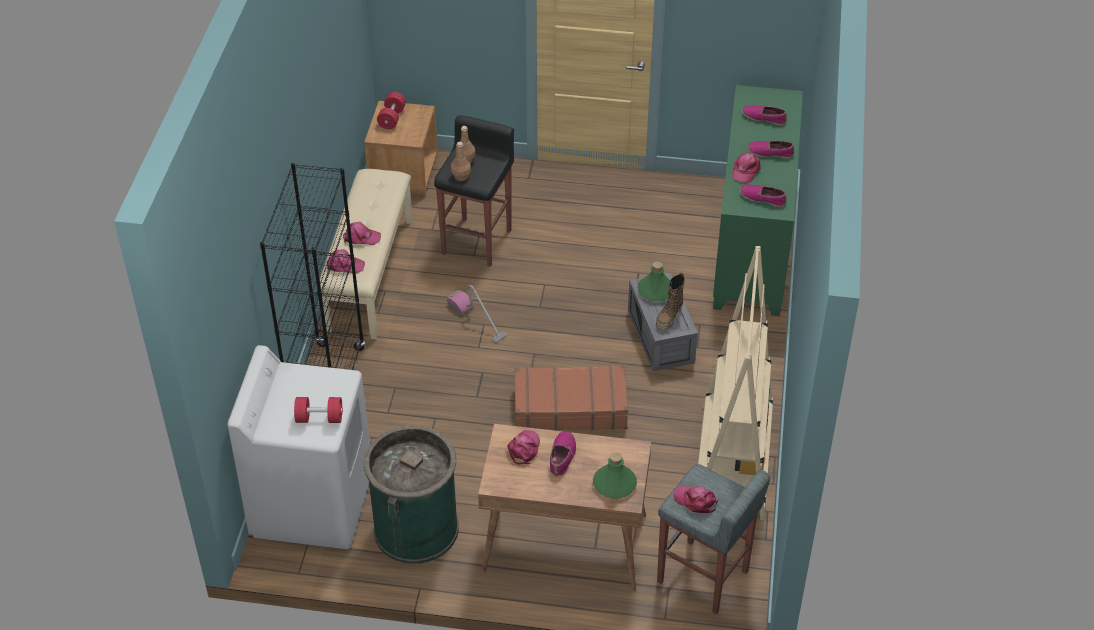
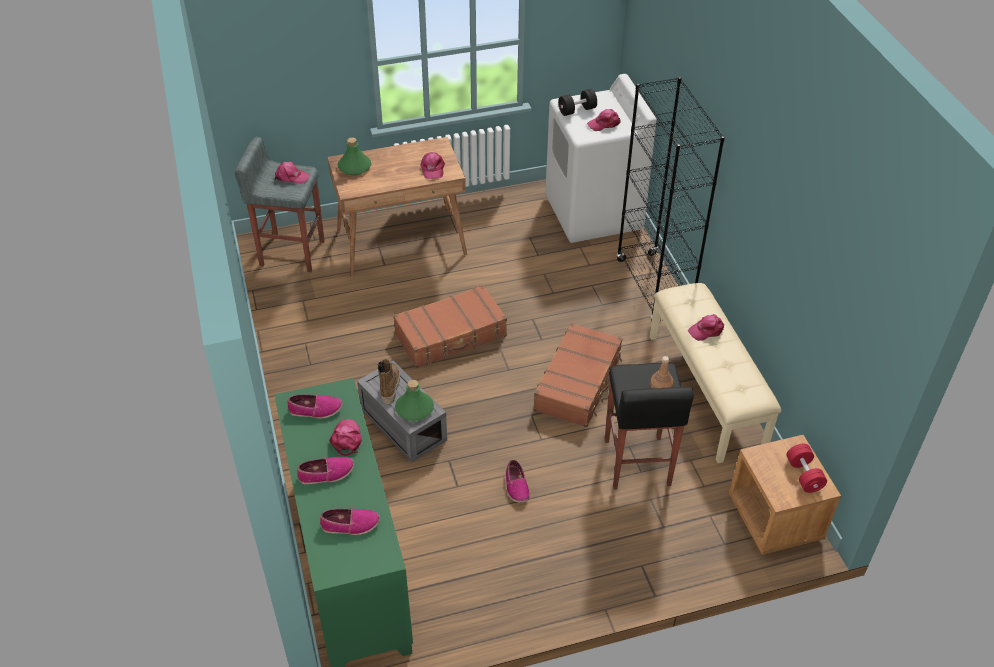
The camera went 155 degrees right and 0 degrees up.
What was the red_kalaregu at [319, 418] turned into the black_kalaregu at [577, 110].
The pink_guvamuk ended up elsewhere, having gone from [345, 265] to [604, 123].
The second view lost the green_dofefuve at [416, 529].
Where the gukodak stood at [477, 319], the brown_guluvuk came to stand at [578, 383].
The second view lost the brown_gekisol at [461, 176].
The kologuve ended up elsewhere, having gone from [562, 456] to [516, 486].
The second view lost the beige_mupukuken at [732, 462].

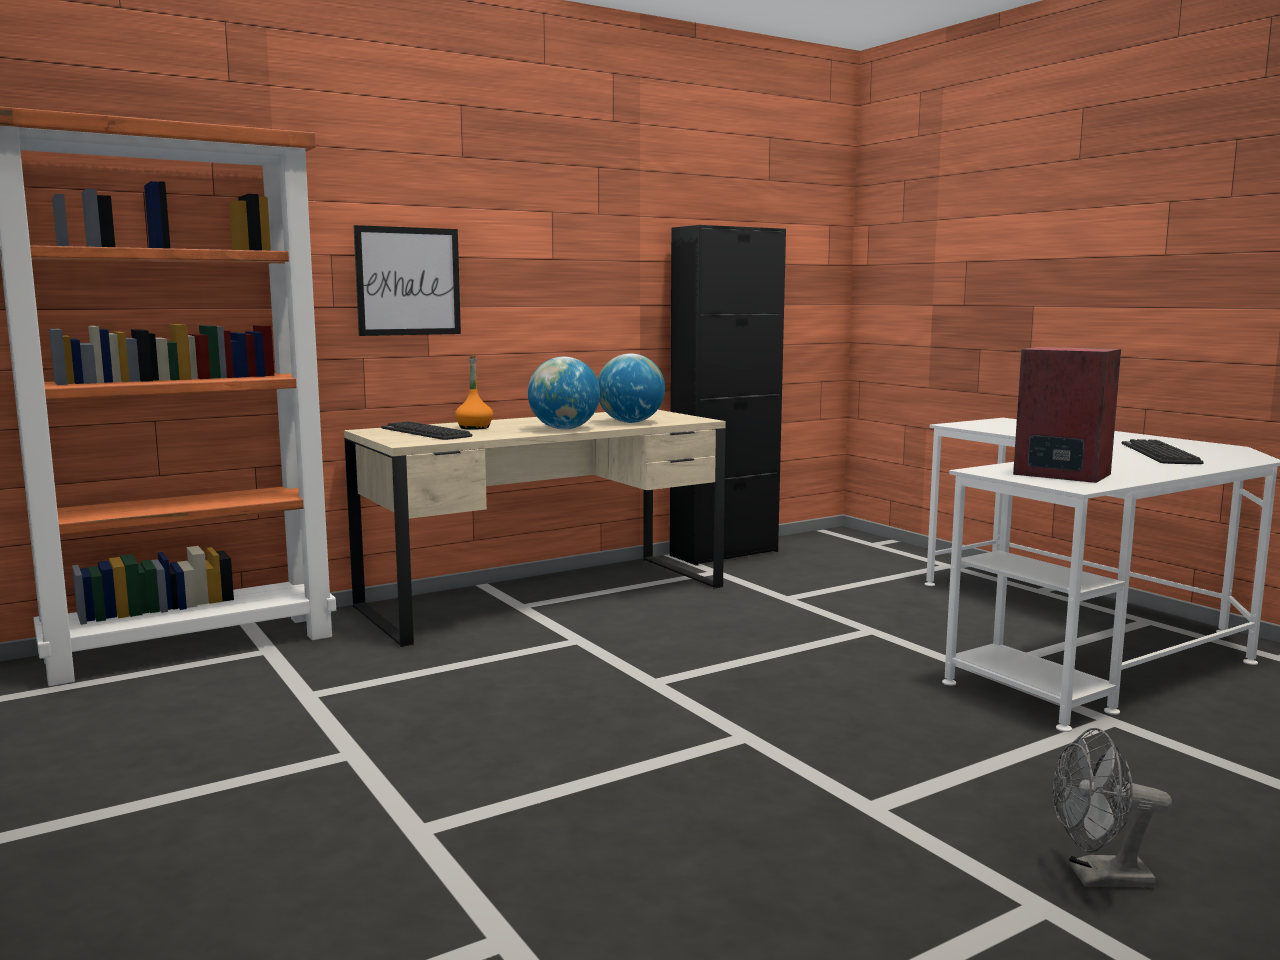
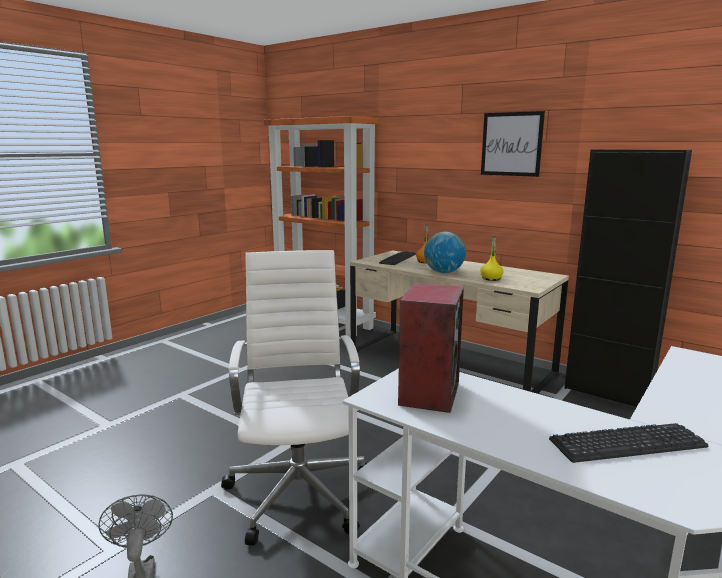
The camera went 70 degrees right and 5 degrees up.
The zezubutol ended up elsewhere, having gone from [408, 281] to [511, 144].
Where the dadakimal stood at [630, 422], the yellow_gekisol came to stand at [491, 278].
The second view gained the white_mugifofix at [299, 490].

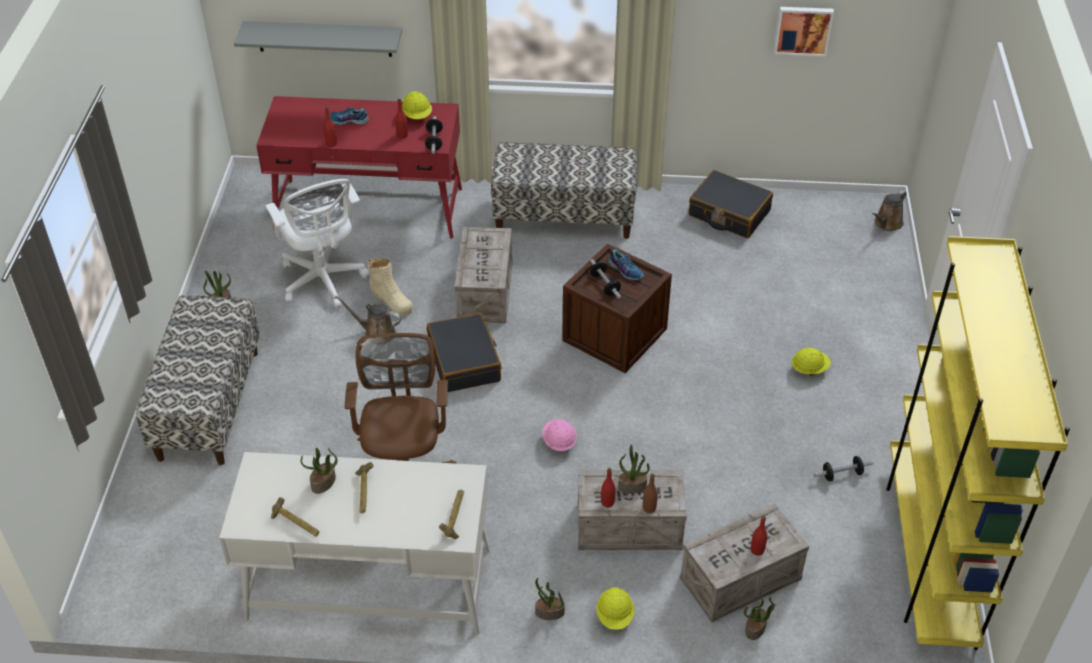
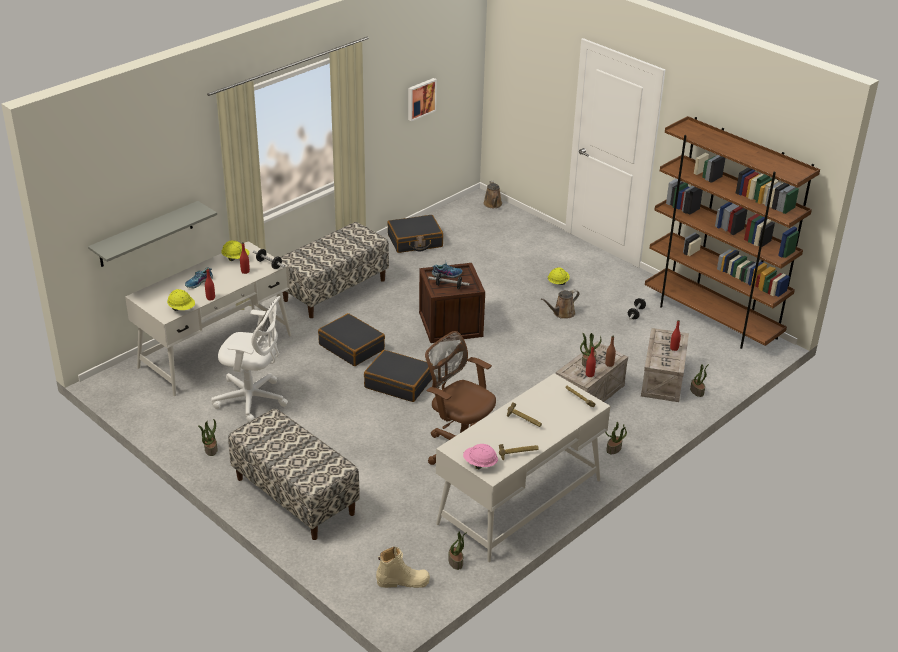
The camera went 50 degrees left and 10 degrees down.
What was the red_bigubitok at [369, 209] turned into the white_bigubitok at [216, 351].
The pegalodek ended up elsewhere, having gone from [323, 483] to [456, 562].
The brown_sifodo ended up elsewhere, having gone from [377, 333] to [562, 313].
The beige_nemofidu ended up elsewhere, having gone from [391, 300] to [403, 581].
Where the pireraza stood at [484, 290], the black_guluvuk came to stand at [352, 347].
The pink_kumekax ended up elsewhere, having gone from [559, 442] to [480, 464].
The yellow_kumekax ended up elsewhere, having gone from [615, 616] to [182, 308].
What was the yellow_mupukuken at [929, 555] turned into the brown_mupukuken at [712, 319].

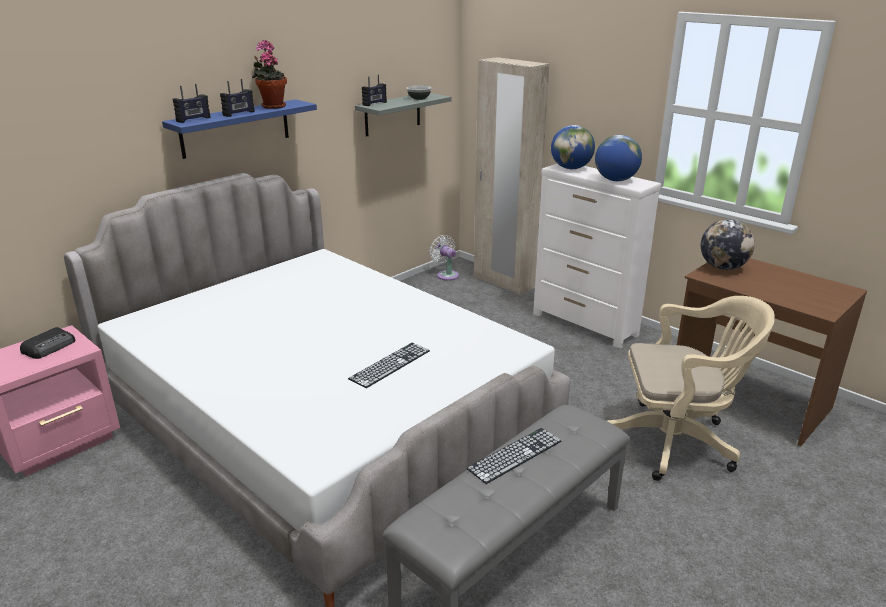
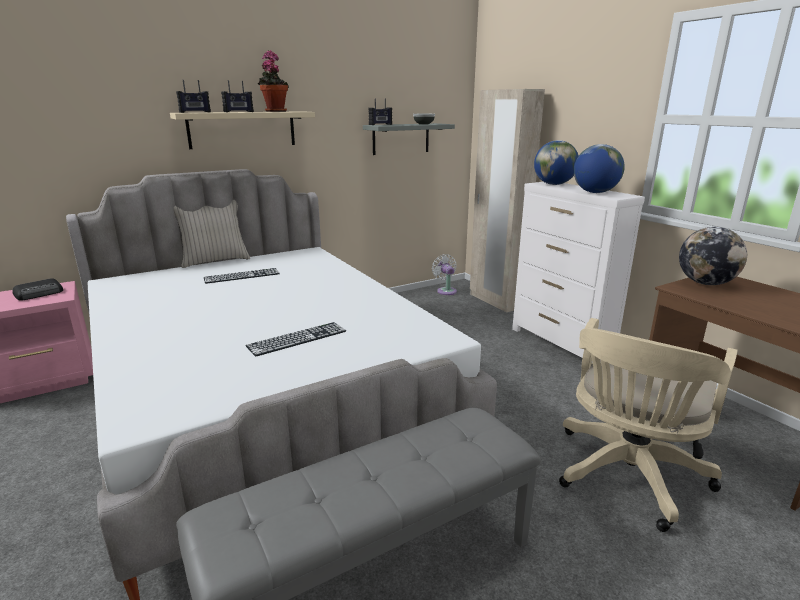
The camera went 15 degrees right and 5 degrees down.
What was the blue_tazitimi at [235, 128] turned into the beige_tazitimi at [242, 129].
The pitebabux ended up elsewhere, having gone from [515, 455] to [242, 276].
The beige_mugifofix at [677, 442] ended up facing another way, 105 degrees clockwise from before.
The second view gained the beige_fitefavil at [215, 261].

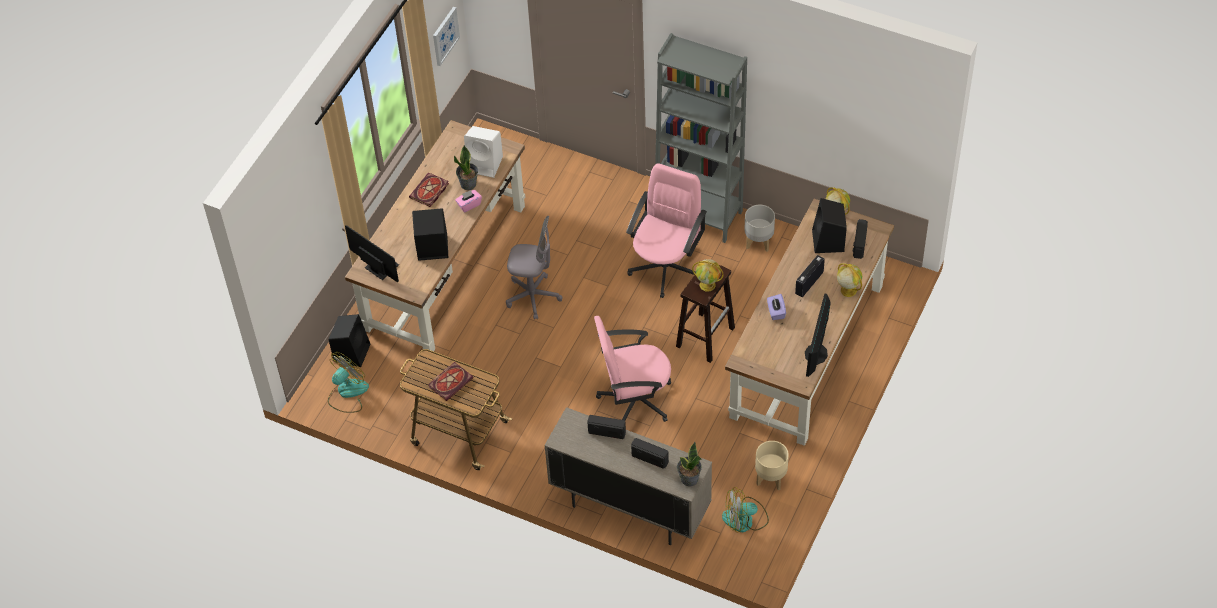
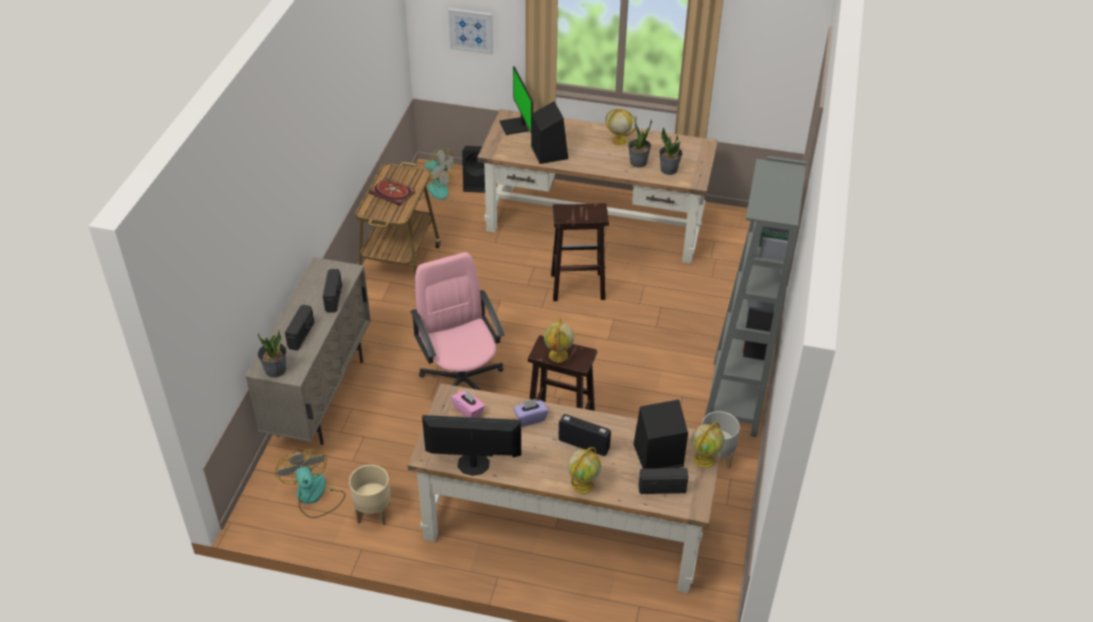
The camera went 75 degrees right and 10 degrees down.
The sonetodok at [380, 268] ended up facing another way, 135 degrees clockwise from before.
Where the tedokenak stood at [429, 192], the dadakimal came to stand at [619, 140].
The zezubutol ended up elsewhere, having gone from [445, 36] to [471, 30].
The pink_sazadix ended up elsewhere, having gone from [469, 205] to [468, 410].
Where the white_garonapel stood at [485, 164], the pegalodek came to stand at [669, 169].
Where the grey_mugifofix stood at [533, 297], the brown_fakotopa came to stand at [576, 287].
The second view lost the pink_mugifofix at [666, 267].

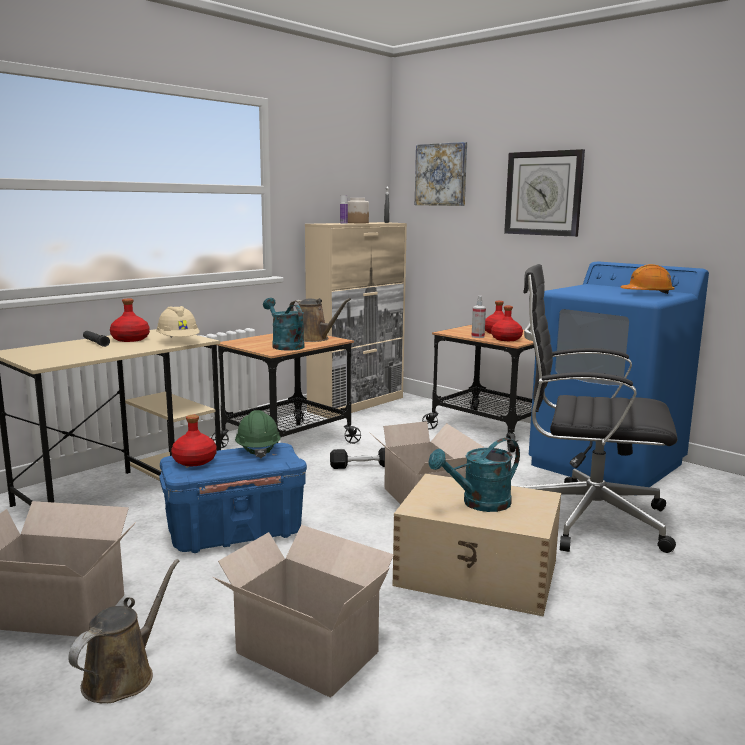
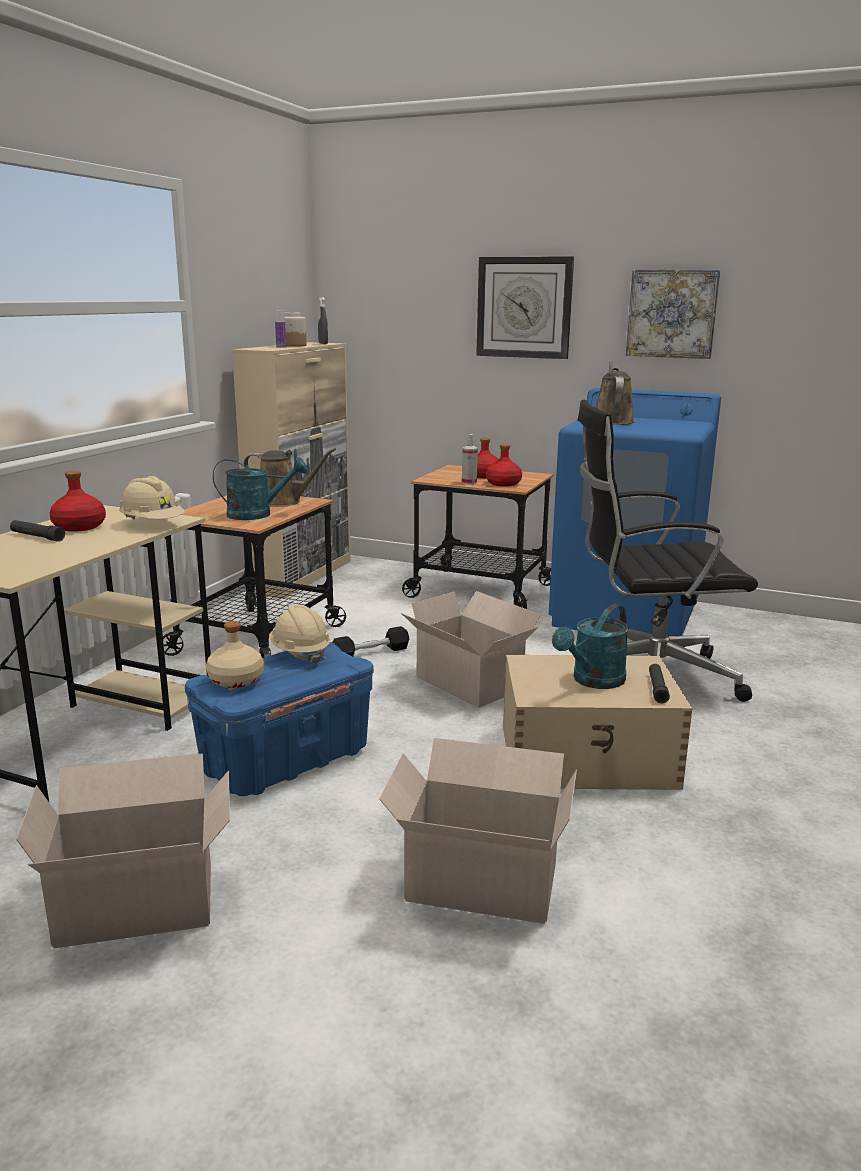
The camera went 20 degrees left and 5 degrees up.
The brown_sifodo ended up elsewhere, having gone from [123, 675] to [611, 421].
What was the red_gekisol at [194, 461] turned into the beige_gekisol at [235, 680].
What was the green_kumekax at [258, 449] turned into the beige_kumekax at [300, 653].
The turquoise_sifodo at [284, 345] ended up facing another way, 135 degrees clockwise from before.
The zezubutol ended up elsewhere, having gone from [441, 174] to [672, 314].
The second view lost the orange_kumekax at [647, 293].
The second view gained the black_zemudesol at [657, 688].

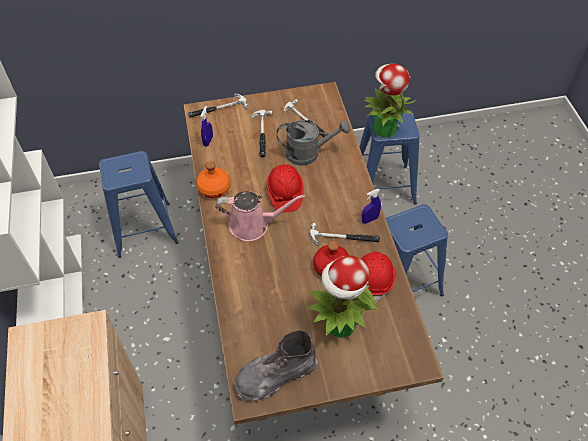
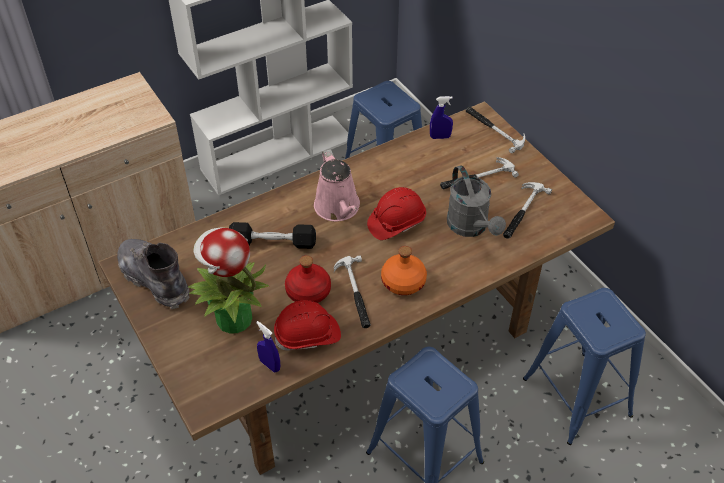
The camera went 70 degrees right and 5 degrees down.
The orange_gekisol ended up elsewhere, having gone from [214, 188] to [404, 282].
The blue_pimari ended up elsewhere, having gone from [370, 219] to [269, 365].
The second view lost the pegalodek at [384, 128].
The second view gained the black_kalaregu at [273, 242].

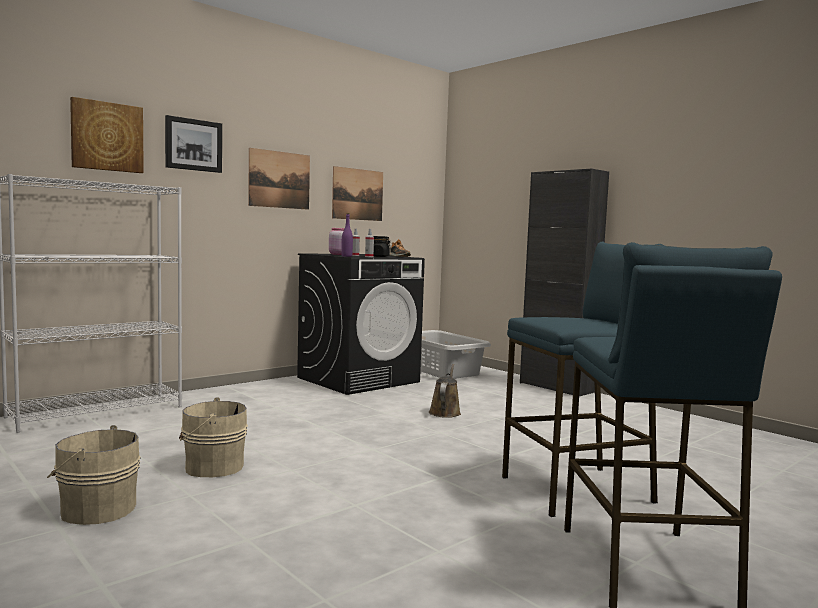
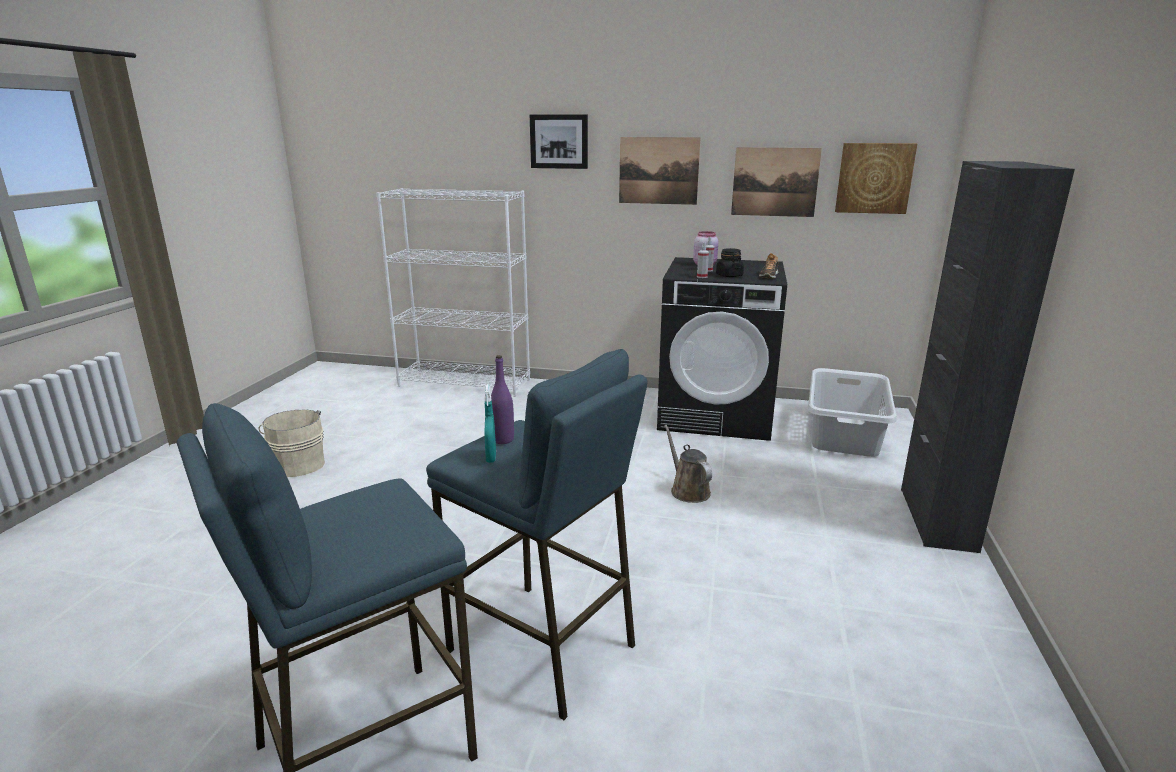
The camera went 55 degrees right and 15 degrees up.
The zezubutol ended up elsewhere, having gone from [107, 136] to [874, 178].
The second view lost the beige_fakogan at [211, 467].
The purple_gekisol ended up elsewhere, having gone from [346, 256] to [503, 440].
The brown_sifodo at [445, 412] ended up facing another way, 90 degrees counterclockwise from before.
The second view gained the turquoise_pimari at [491, 457].

